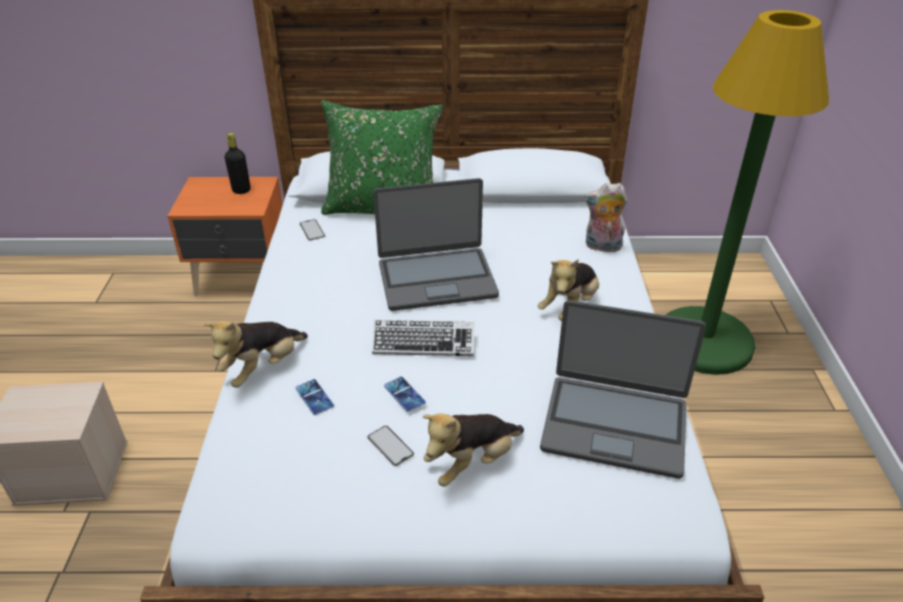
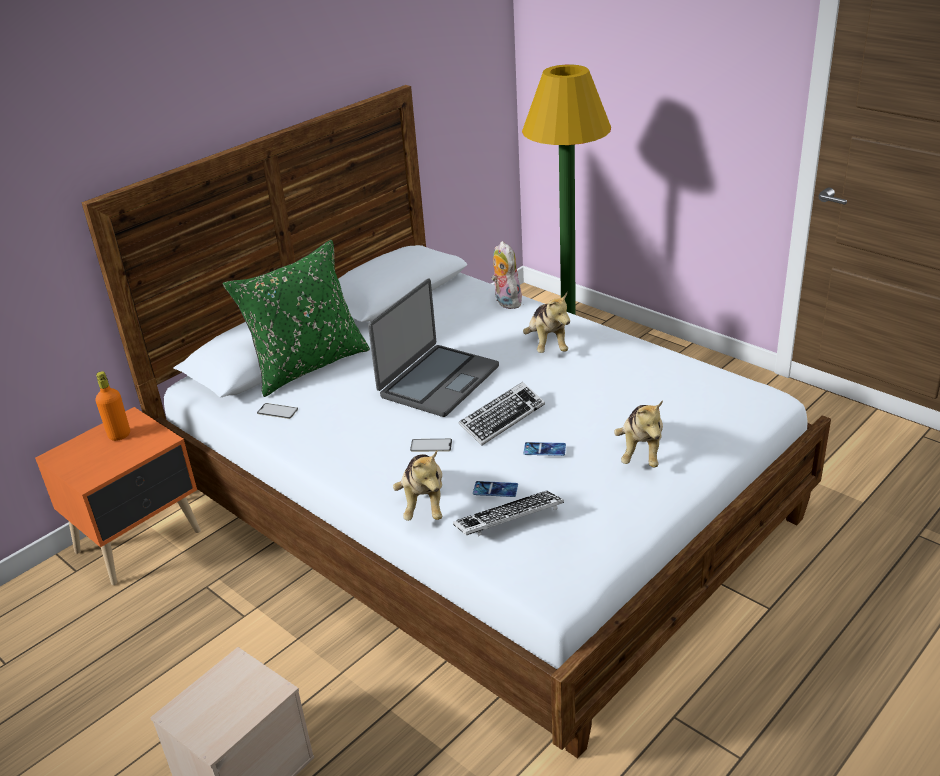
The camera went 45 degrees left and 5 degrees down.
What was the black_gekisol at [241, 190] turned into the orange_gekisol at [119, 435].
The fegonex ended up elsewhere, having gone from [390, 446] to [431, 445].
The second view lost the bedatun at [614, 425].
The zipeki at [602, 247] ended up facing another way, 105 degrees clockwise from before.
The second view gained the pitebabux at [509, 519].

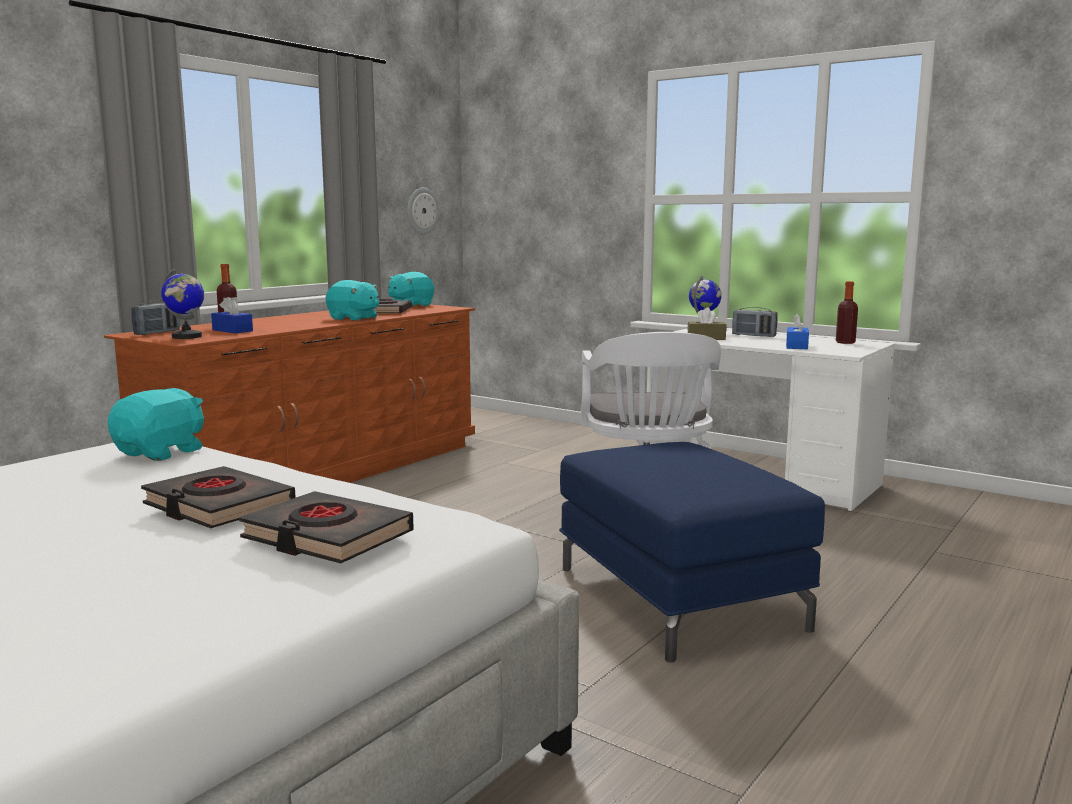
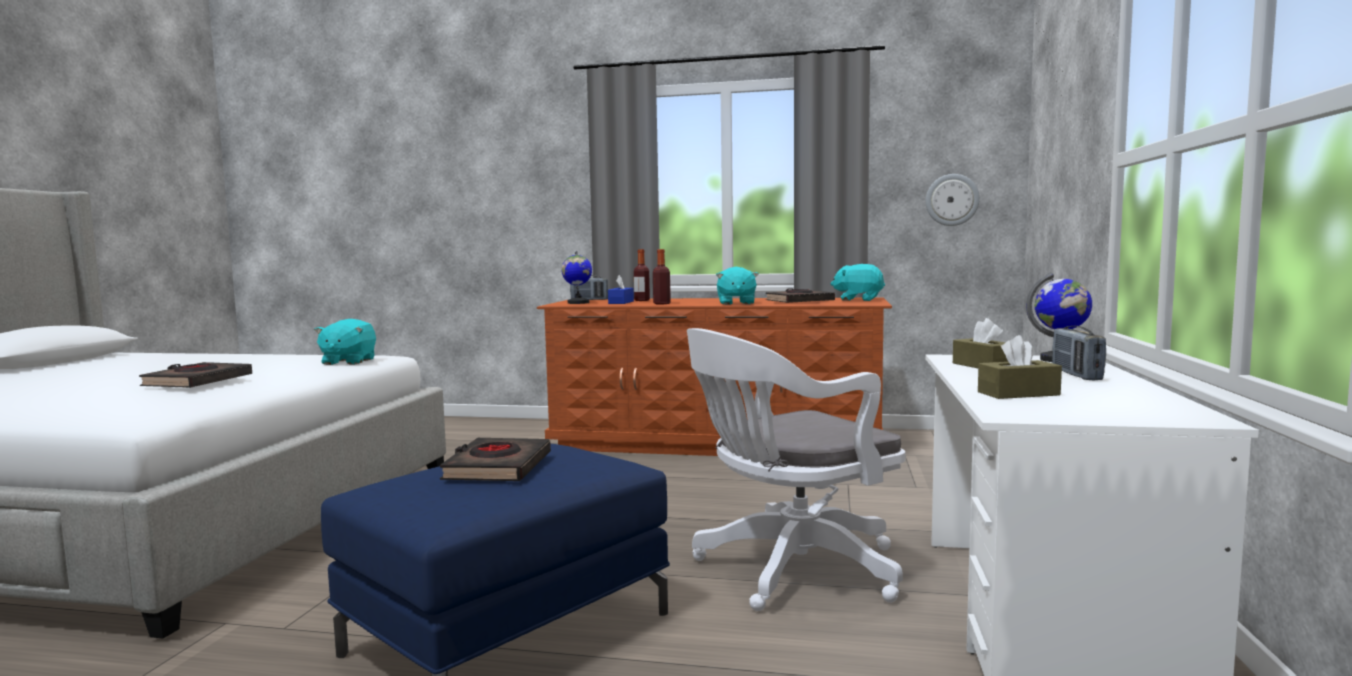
The camera went 65 degrees right and 5 degrees down.
The turquoise_zipeki at [162, 453] ended up facing another way, 90 degrees clockwise from before.
The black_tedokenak ended up elsewhere, having gone from [327, 537] to [497, 468].
What was the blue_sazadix at [796, 346] turned into the brown_sazadix at [1018, 393].
The gekisol ended up elsewhere, having gone from [845, 342] to [661, 303].

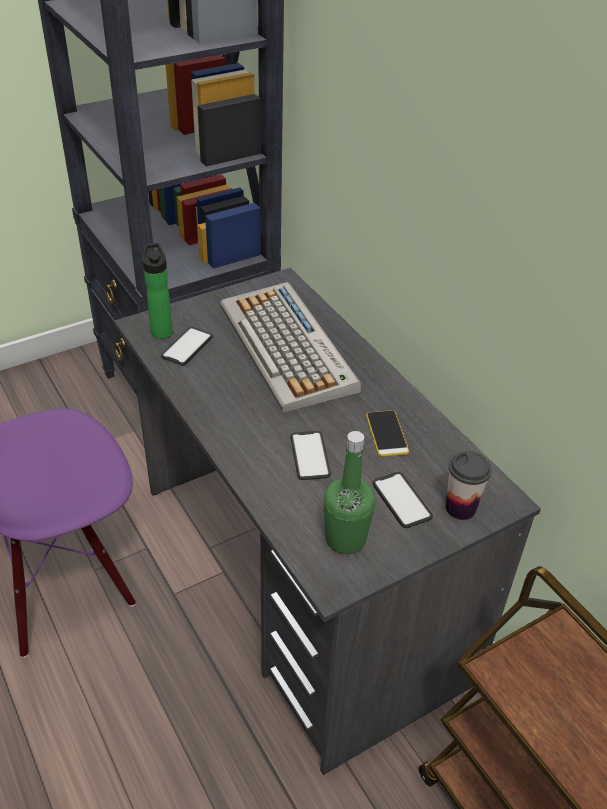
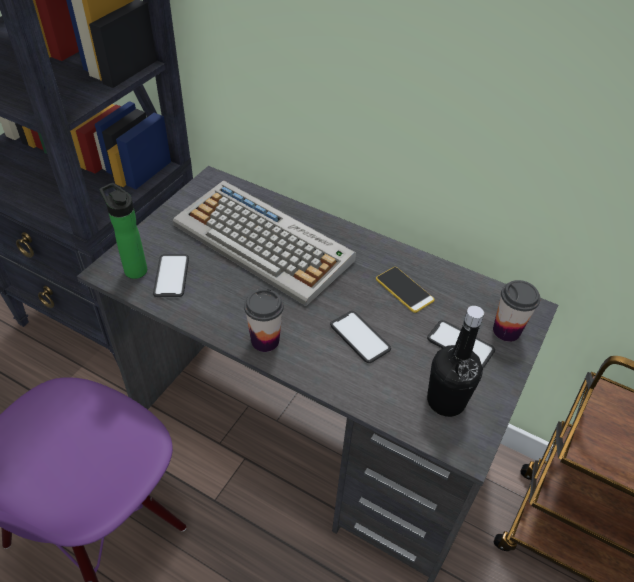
The camera went 30 degrees left and 5 degrees up.
What was the green_gekisol at [345, 539] turned into the black_gekisol at [445, 401].
The second view gained the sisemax at [265, 340].

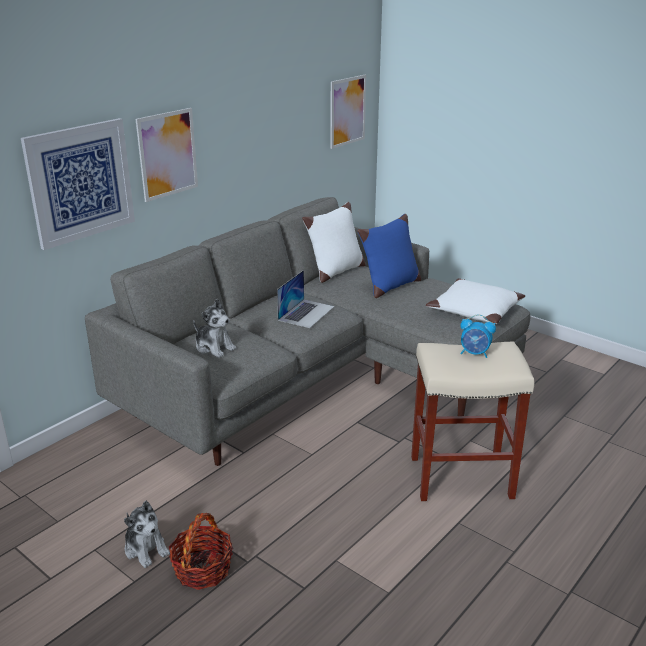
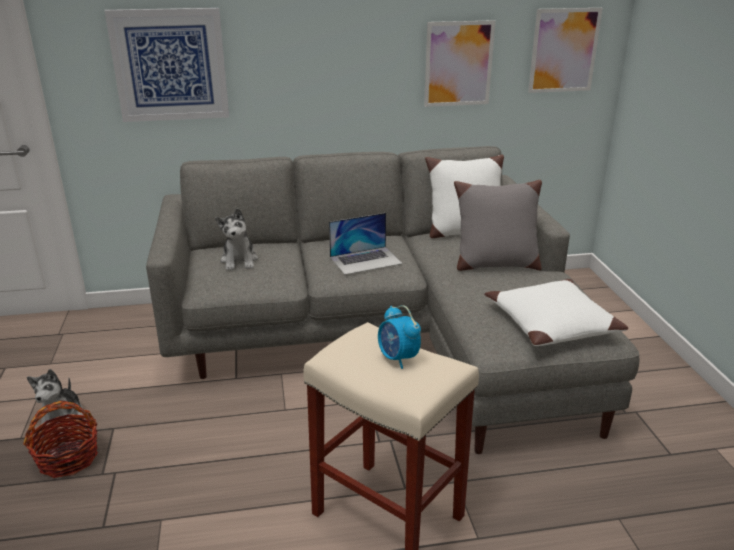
The camera went 40 degrees right and 0 degrees up.
The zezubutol ended up elsewhere, having gone from [167, 154] to [458, 64].
What was the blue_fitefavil at [390, 286] turned into the grey_fitefavil at [494, 264].

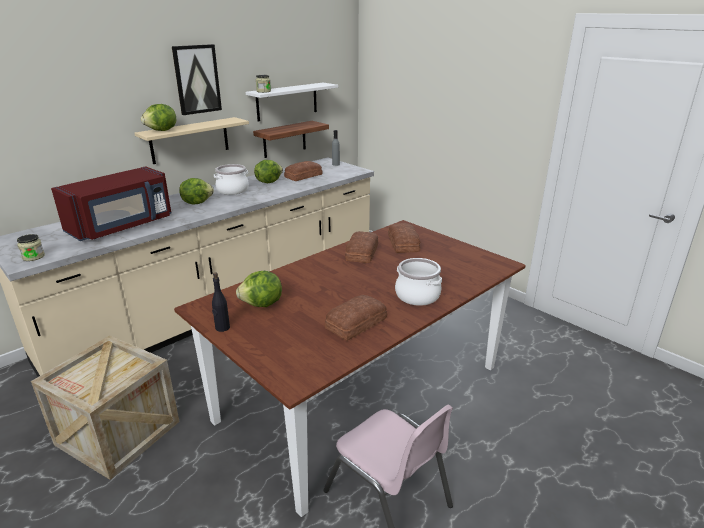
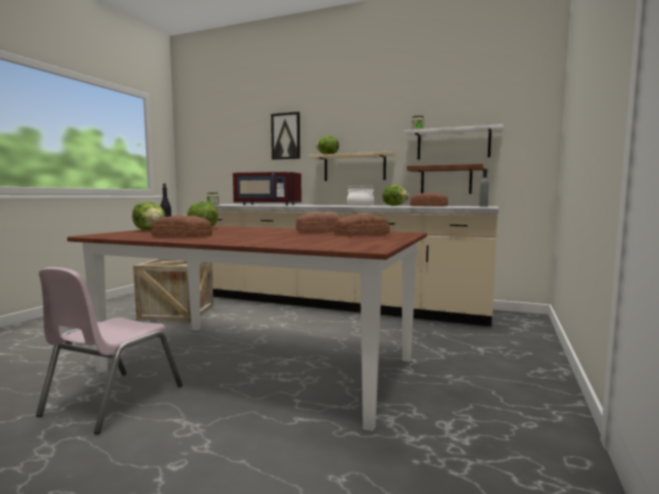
The camera went 65 degrees right and 20 degrees down.
The zezubutol ended up elsewhere, having gone from [197, 79] to [286, 136].
The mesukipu ended up elsewhere, having gone from [197, 202] to [150, 230].
The second view lost the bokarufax at [417, 296].

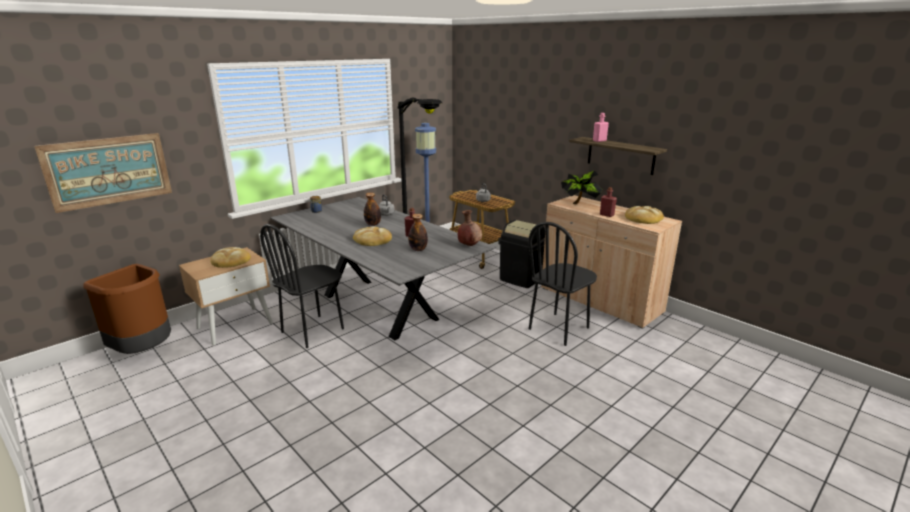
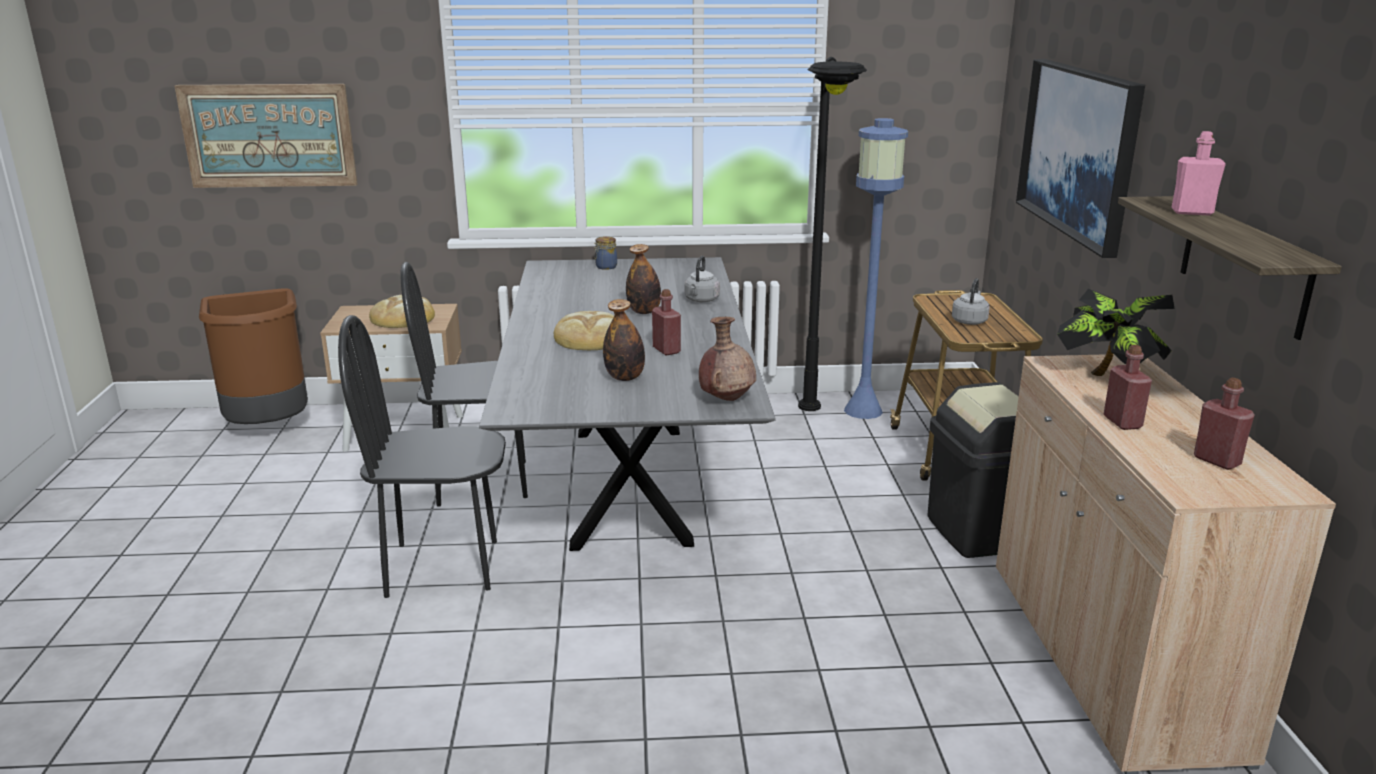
The camera went 40 degrees right and 0 degrees up.
The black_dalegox ended up elsewhere, having gone from [559, 328] to [442, 567].
Where the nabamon stood at [643, 218], the red_gekisol came to stand at [1217, 460].
The second view gained the zezubutol at [1079, 151].

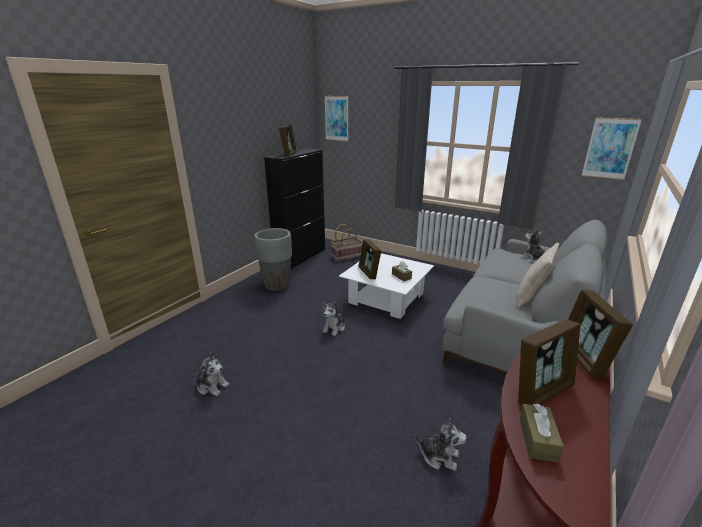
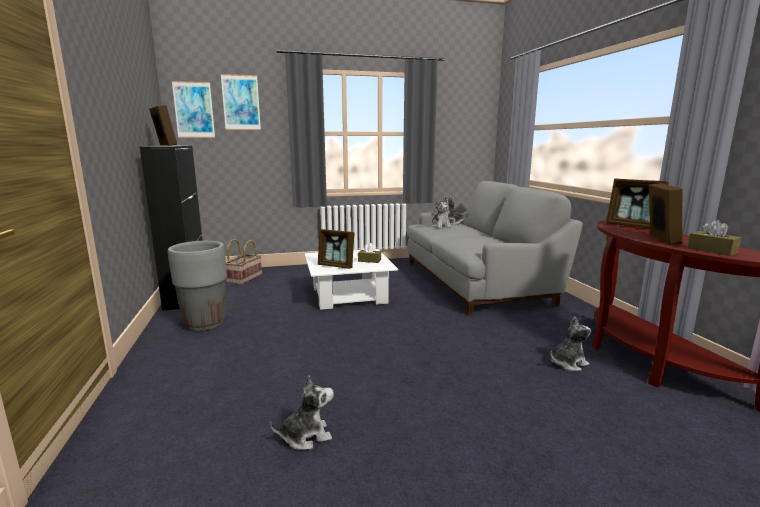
The camera went 45 degrees left and 10 degrees down.
The zipeki ended up elsewhere, having gone from [334, 328] to [441, 226].
The second view lost the beige_fitefavil at [531, 298].
The zezubutol ended up elsewhere, having gone from [610, 148] to [241, 102].

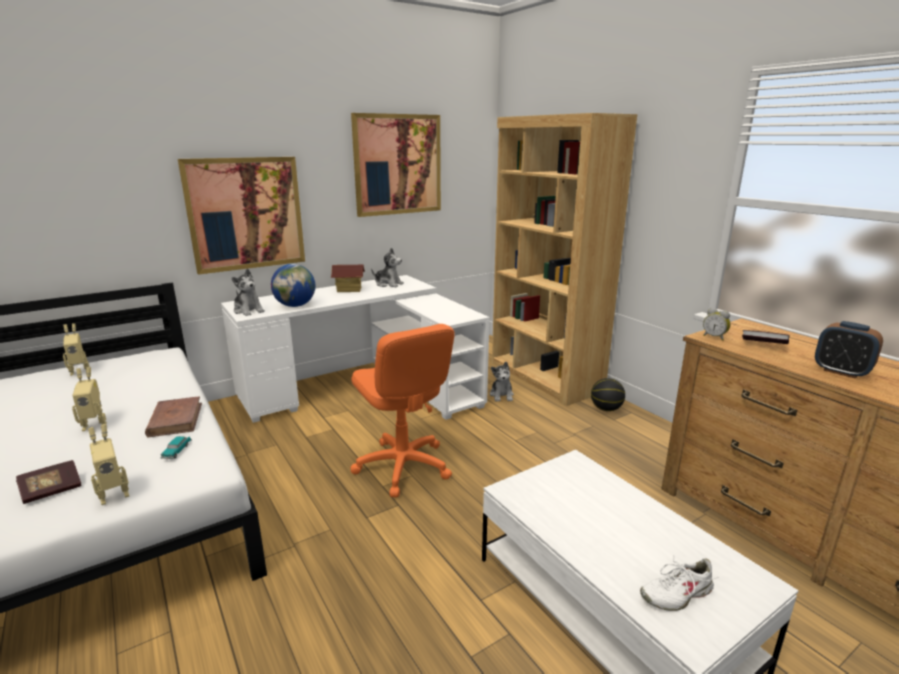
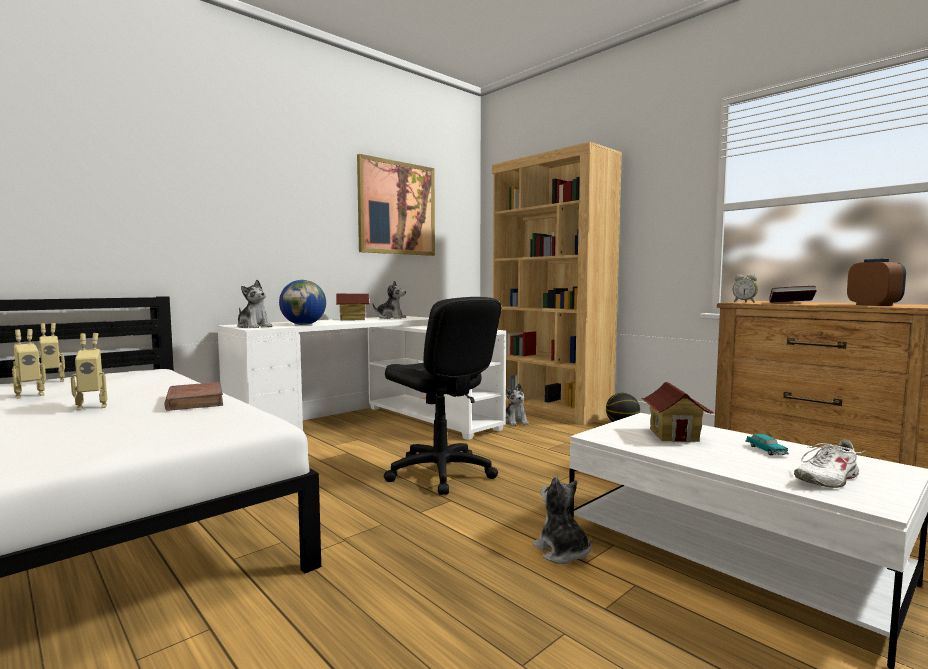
The camera went 10 degrees left and 15 degrees down.
The second view lost the tedokenak at [52, 490].
The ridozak ended up elsewhere, having gone from [114, 494] to [29, 395].
The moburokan ended up elsewhere, having gone from [176, 451] to [766, 450].
The second view lost the zezubutol at [246, 214].
What was the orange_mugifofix at [402, 466] turned into the black_mugifofix at [440, 473].
The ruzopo at [841, 372] ended up facing another way, 135 degrees counterclockwise from before.
The second view gained the zipeki at [562, 552].
The second view gained the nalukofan at [674, 435].

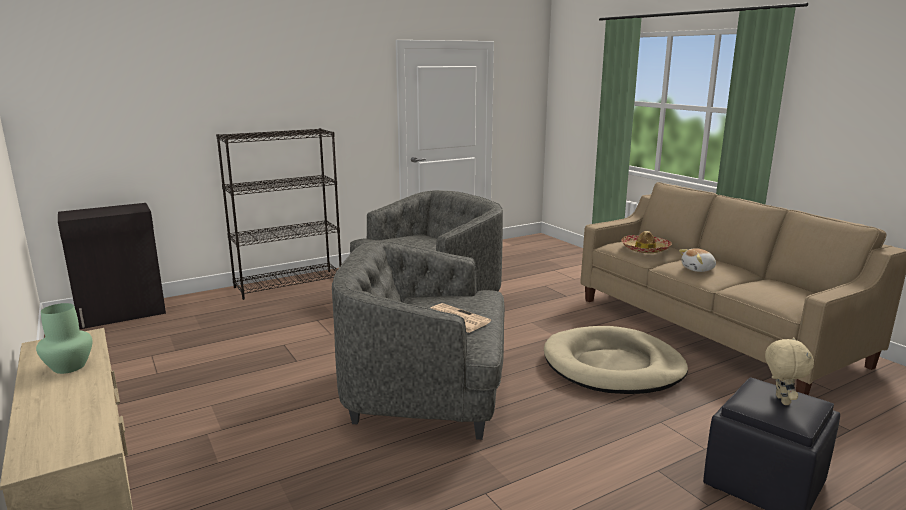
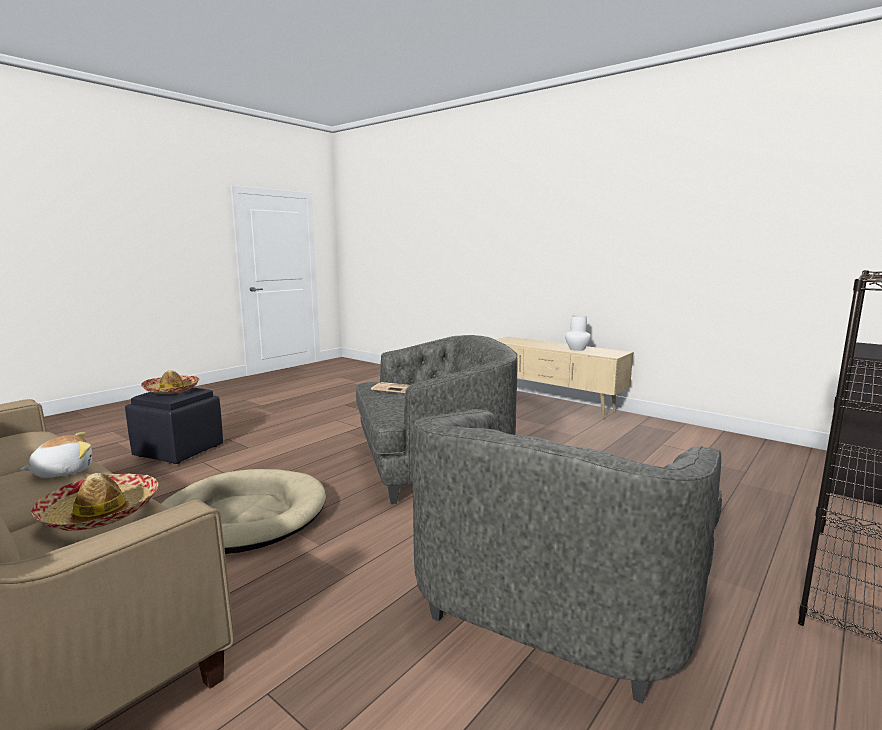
The camera went 160 degrees right and 5 degrees down.
What was the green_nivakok at [70, 366] turned into the white_nivakok at [577, 349].
Where the beige_zipeki stood at [781, 400], the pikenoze came to stand at [171, 390].

